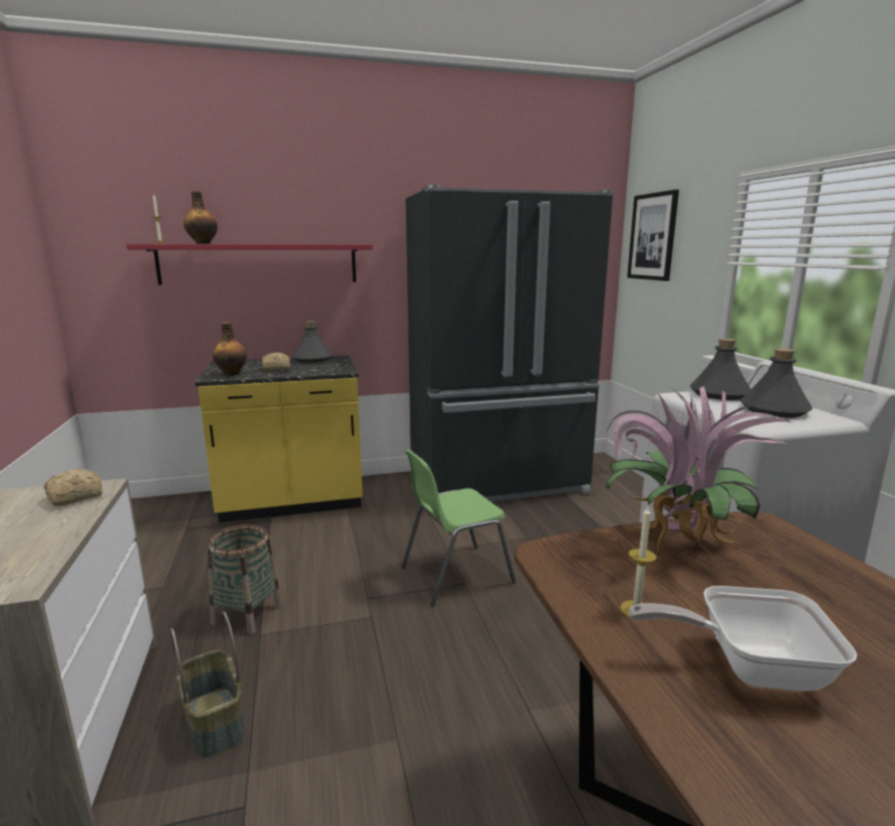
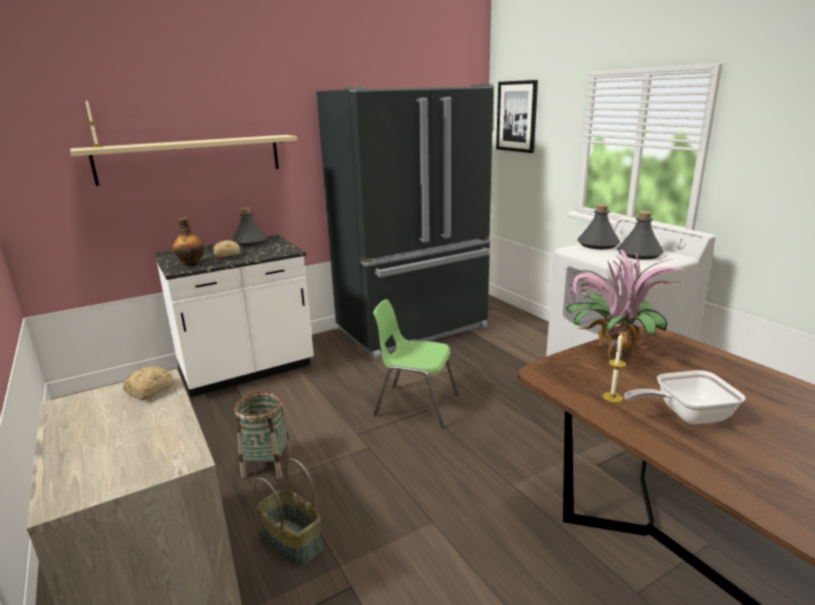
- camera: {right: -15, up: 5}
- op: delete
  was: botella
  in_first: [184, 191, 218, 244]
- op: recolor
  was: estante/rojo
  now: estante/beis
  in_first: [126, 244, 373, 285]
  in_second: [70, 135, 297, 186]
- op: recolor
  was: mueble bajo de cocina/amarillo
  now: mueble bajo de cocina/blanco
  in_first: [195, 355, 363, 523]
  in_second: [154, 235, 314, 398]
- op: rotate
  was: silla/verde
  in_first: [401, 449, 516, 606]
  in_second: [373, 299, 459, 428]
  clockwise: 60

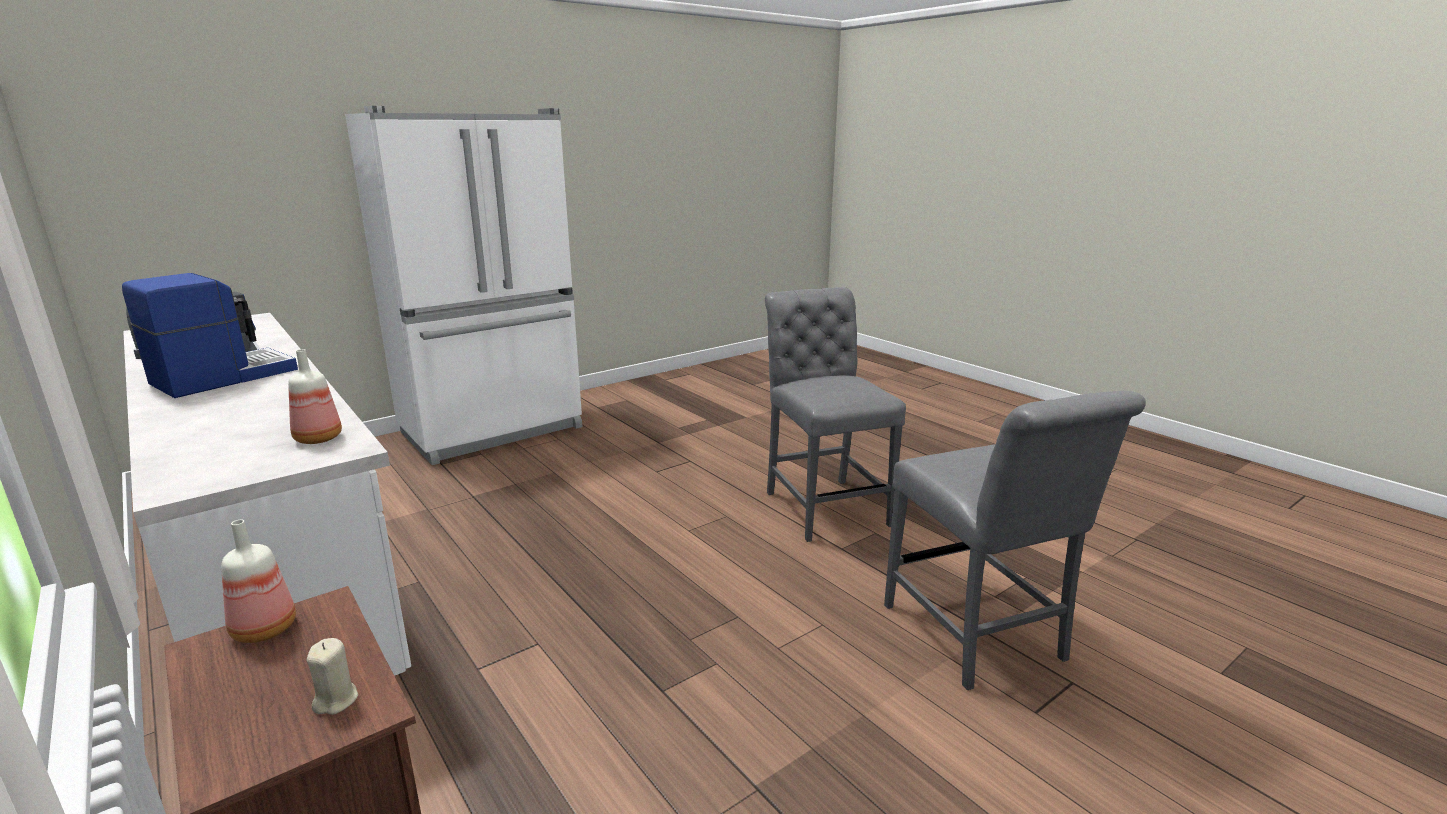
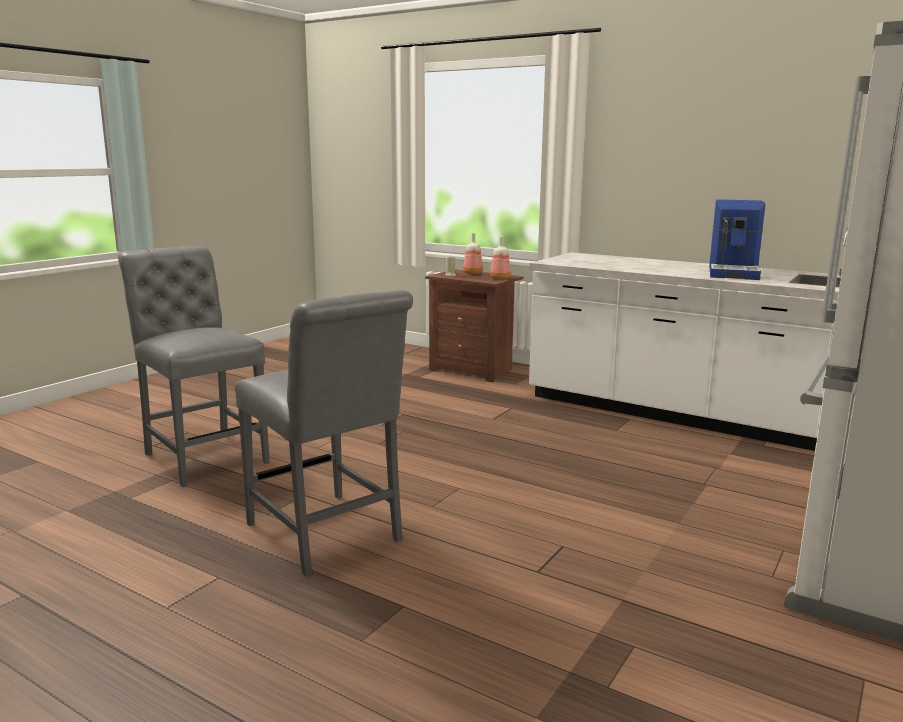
- camera: {right: 160, up: -5}
- op: move
  was: botella
  in_first: [288, 349, 342, 444]
  in_second: [463, 233, 483, 275]

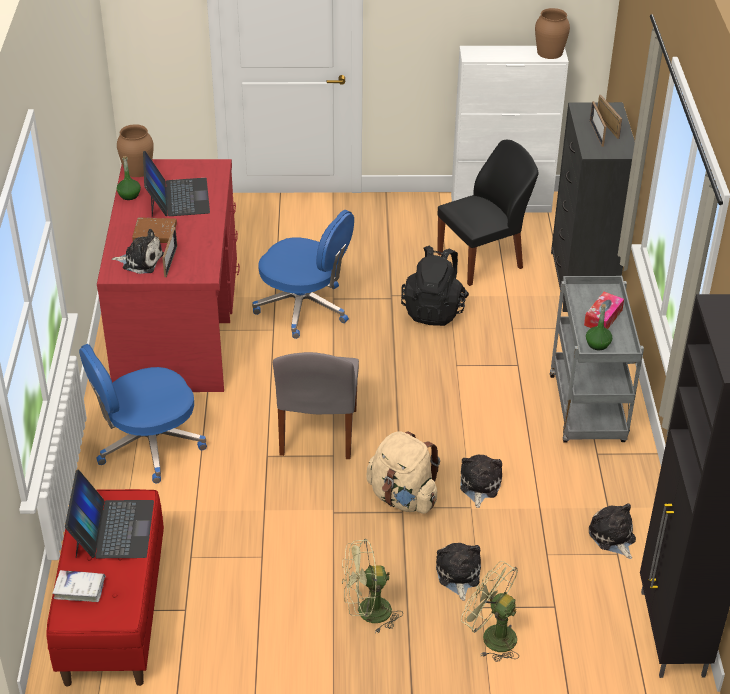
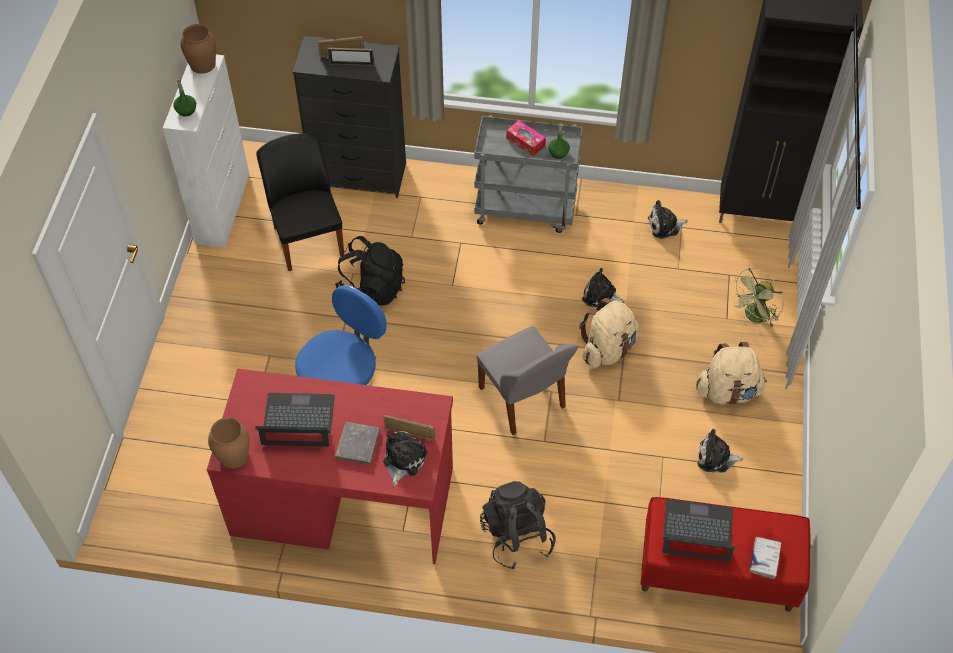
- camera: {right: -80, up: 15}
- op: move
  was: botella/verde
  in_first: [116, 156, 141, 200]
  in_second: [173, 78, 196, 116]
- op: move
  was: peluche
  in_first: [436, 543, 481, 601]
  in_second: [698, 429, 743, 473]
- op: replace
  was: silla de oficina/azul
  now: mochila/negro
  in_first: [79, 344, 207, 483]
  in_second: [480, 481, 556, 569]
- op: replace
  was: ventilador/verde
  now: mochila/beis
  in_first: [342, 539, 403, 634]
  in_second: [696, 342, 767, 405]
- op: recolor
  was: libro/marrón
  now: libro/gris
  in_first: [132, 217, 177, 243]
  in_second: [335, 422, 380, 465]
- op: rotate
  was: silla/gris
  in_first: [273, 352, 359, 459]
  in_second: [477, 326, 578, 435]
  clockwise: 45

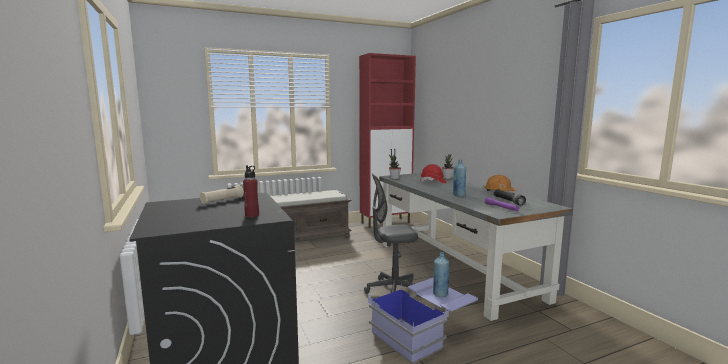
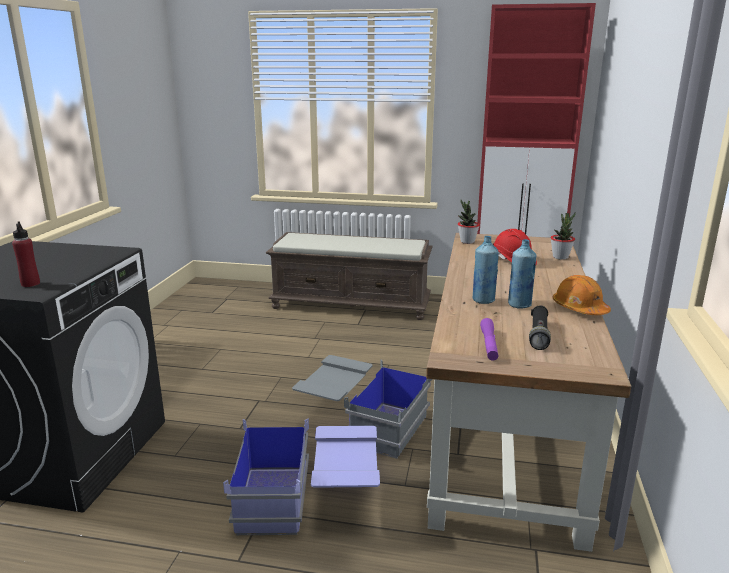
- camera: {right: 35, up: 10}
- op: delete
  was: linterna/beis
  in_first: [200, 184, 244, 204]
- op: move
  was: botella/azul
  in_first: [433, 252, 449, 297]
  in_second: [508, 239, 536, 308]
- op: replace
  was: silla de oficina/gris
  now: caja de almacenaje/gris
  in_first: [364, 174, 420, 297]
  in_second: [292, 355, 432, 459]
- op: recolor
  was: escritorio/gris
  now: escritorio/marrón
  in_first: [379, 173, 573, 321]
  in_second: [426, 233, 631, 552]

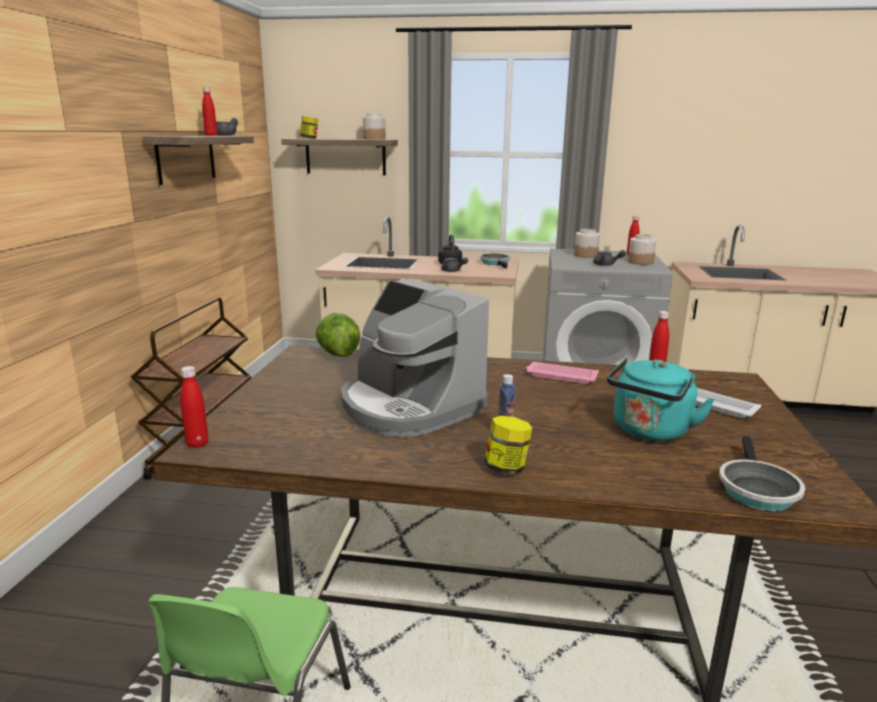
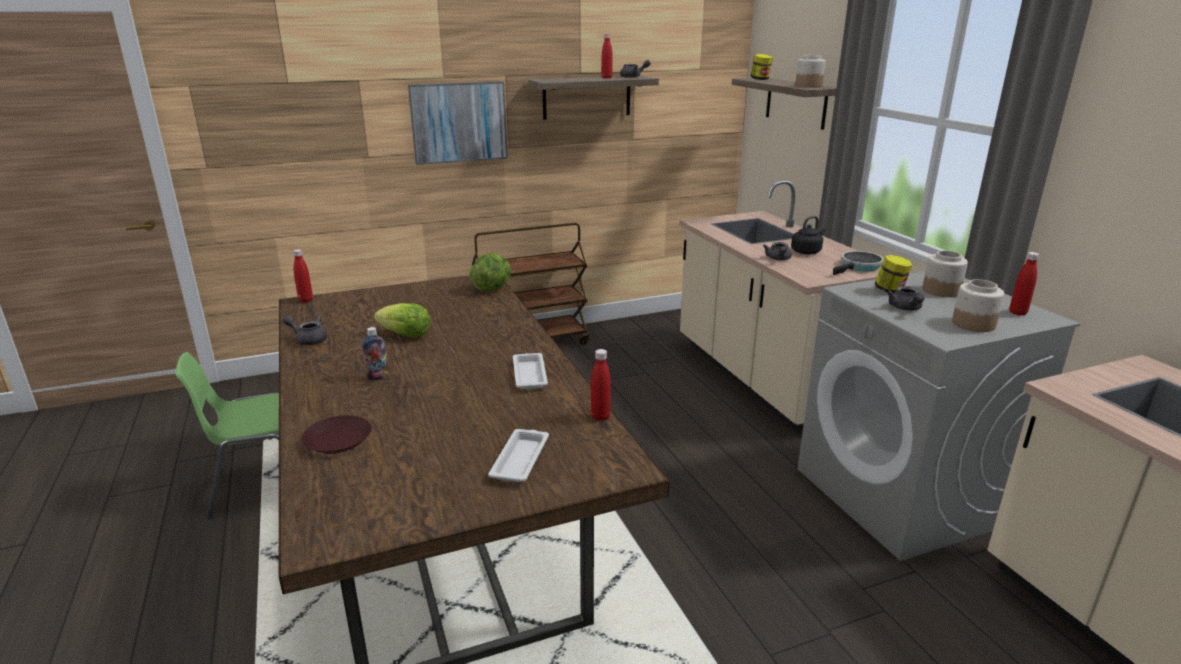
- camera: {right: 60, up: 5}
- op: delete
  was: hervidor/turquesa
  in_first: [607, 358, 715, 441]
- op: delete
  was: sartén
  in_first: [719, 436, 805, 511]
- op: insert
  now: tetera/gris
  in_second: [283, 315, 327, 345]
- op: insert
  now: plato/marrón
  in_second: [301, 415, 372, 454]
- op: insert
  now: cuadro
  in_second: [408, 81, 508, 165]
- op: move
  was: tarro
  in_first: [484, 416, 532, 475]
  in_second: [875, 255, 913, 293]
- op: replace
  was: cafetera
  now: lechuga
  in_first: [341, 279, 489, 437]
  in_second: [374, 303, 431, 338]
- op: recolor
  was: bandeja/rosa
  now: bandeja/blanco
  in_first: [526, 362, 599, 384]
  in_second: [513, 353, 548, 389]

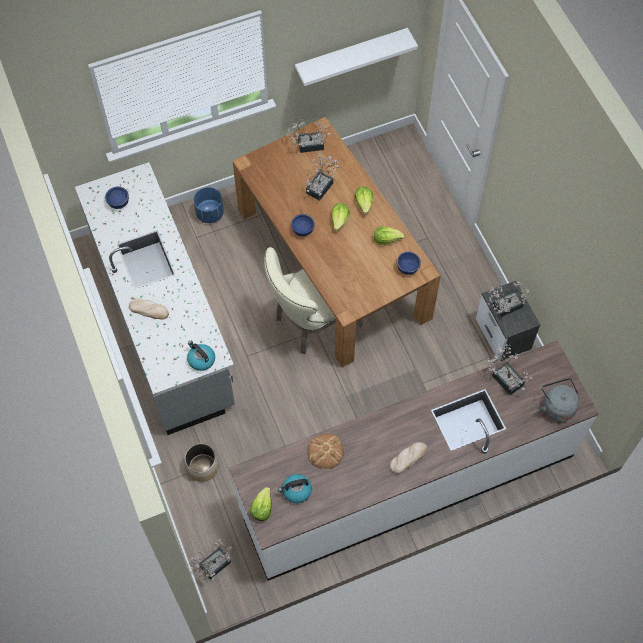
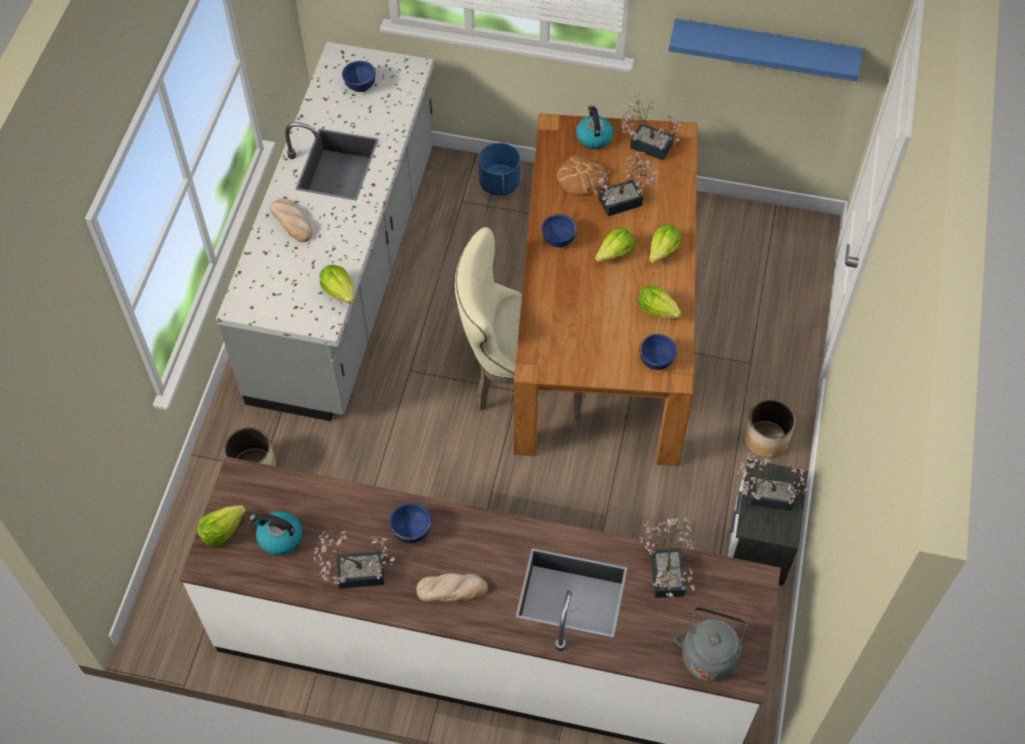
- camera: {right: 35, up: -5}
- op: insert
  now: lechuga
  in_second: [319, 265, 354, 304]
- op: insert
  now: cuenco/azul
  in_second: [389, 503, 431, 543]
- op: insert
  now: maceta
  in_second: [744, 400, 795, 458]
- op: move
  was: hervidor
  in_first: [187, 341, 215, 371]
  in_second: [576, 105, 613, 149]
- op: move
  was: planta en maceta
  in_first: [189, 539, 232, 581]
  in_second: [314, 531, 395, 589]
- op: move
  was: pan
  in_first: [307, 434, 344, 469]
  in_second: [557, 155, 606, 196]
- op: recolor
  was: estante/blanco
  now: estante/azul
  in_first: [295, 28, 418, 86]
  in_second: [668, 19, 862, 81]

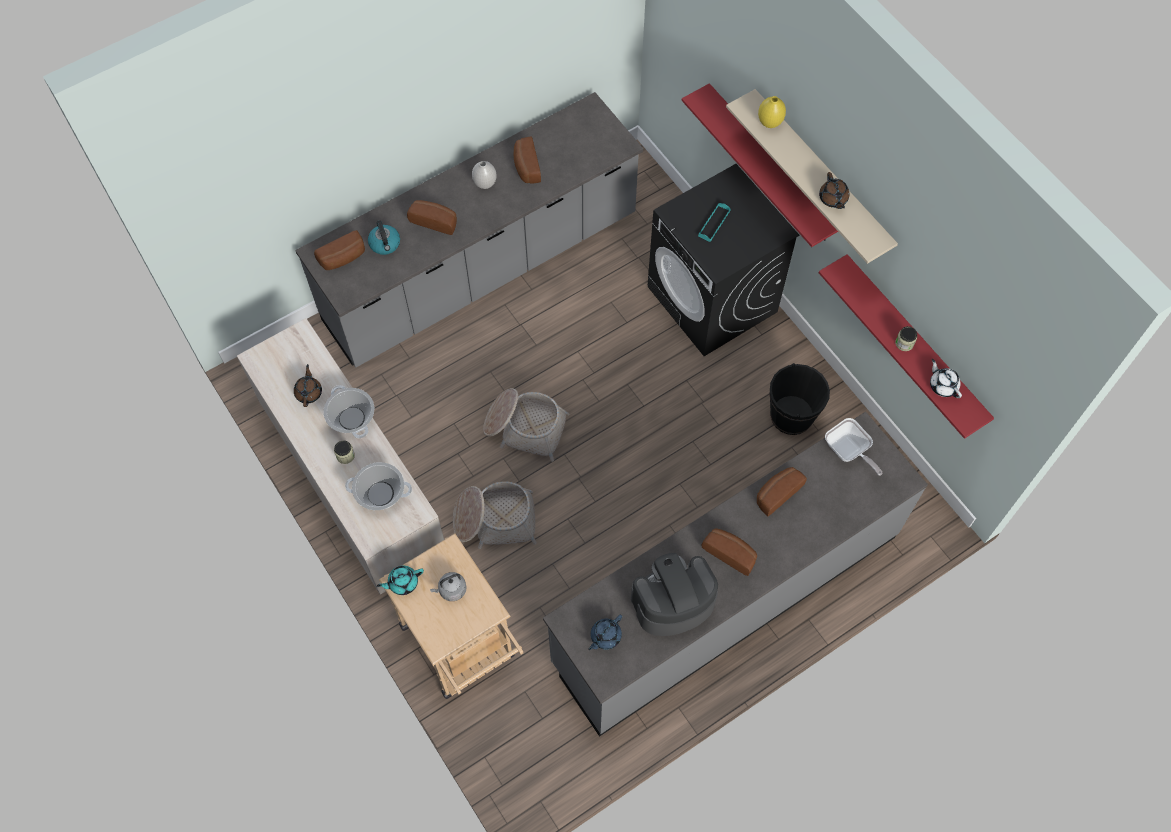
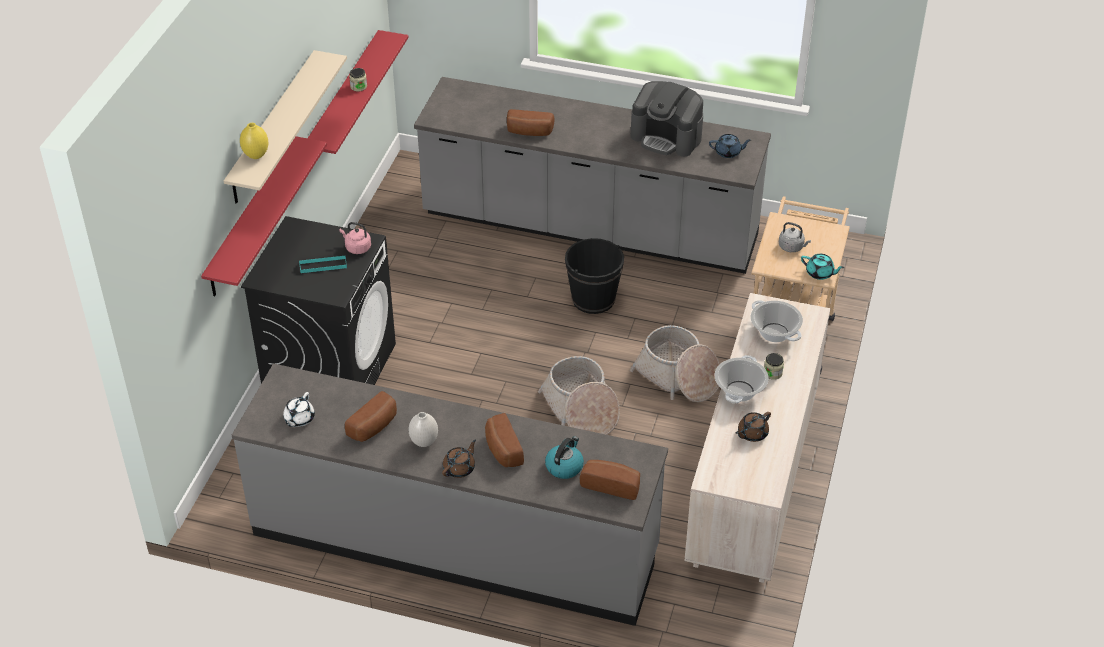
- camera: {right: -130, up: -20}
- op: delete
  was: pan
  in_first: [702, 528, 757, 576]
- op: delete
  was: sartén
  in_first: [825, 418, 882, 476]
- op: insert
  now: hervidor/rosa
  in_second: [339, 222, 371, 254]
- op: move
  was: cubo/negro
  in_first: [769, 363, 830, 435]
  in_second: [565, 238, 624, 314]
- op: move
  was: tetera/marrón
  in_first: [819, 172, 849, 209]
  in_second: [442, 439, 476, 478]
- op: move
  was: tetera/blanco
  in_first: [930, 359, 962, 398]
  in_second: [283, 392, 315, 427]

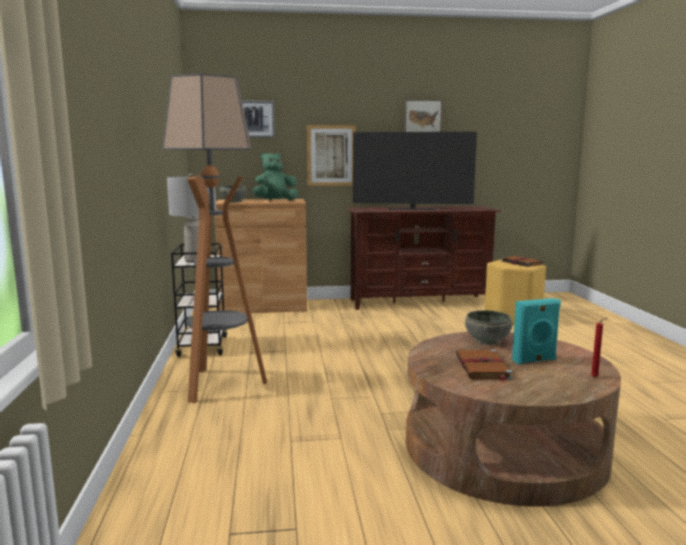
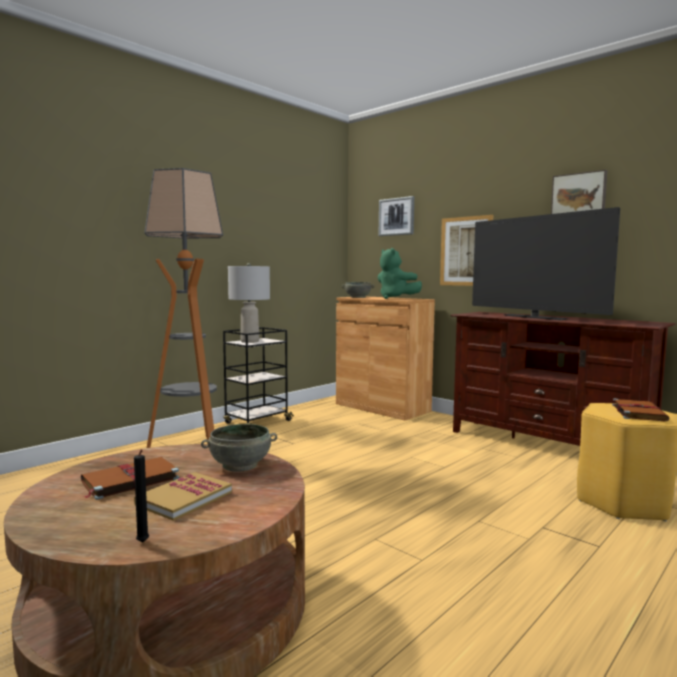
- camera: {right: 50, up: -5}
- op: replace
  was: altavoz/turquesa
  now: libro
  in_first: [512, 298, 561, 364]
  in_second: [134, 472, 232, 521]
- op: recolor
  was: vela/rojo
  now: vela/negro
  in_first: [591, 318, 607, 378]
  in_second: [134, 449, 149, 542]
- op: rotate
  was: peluche/verde
  in_first: [252, 152, 298, 200]
  in_second: [378, 248, 422, 299]
  clockwise: -150

